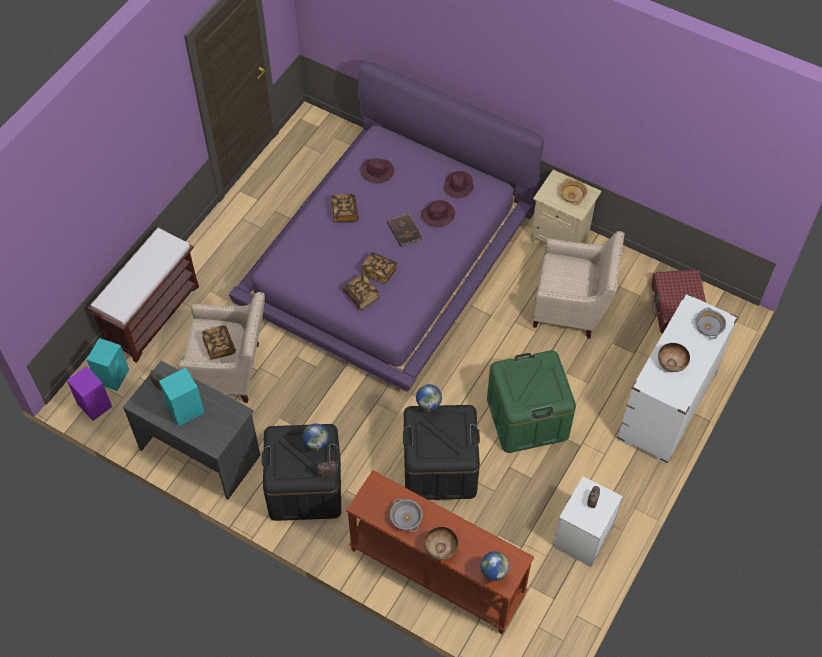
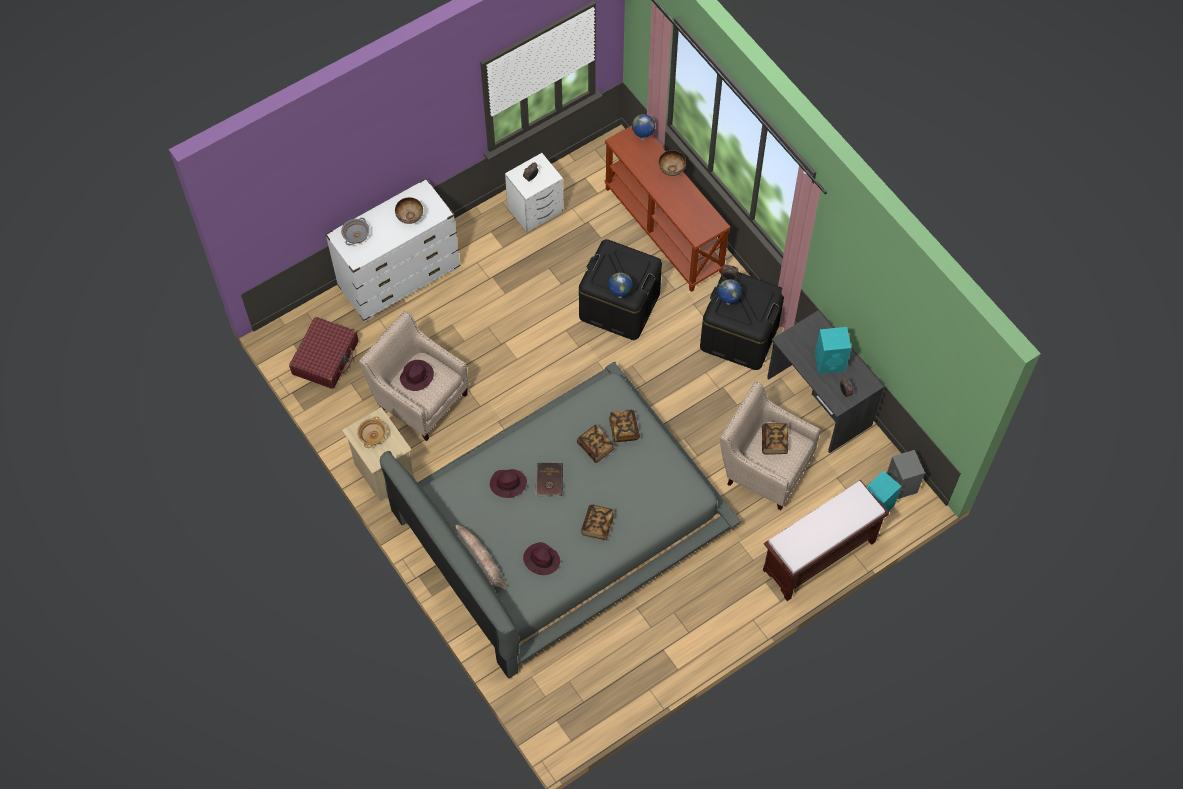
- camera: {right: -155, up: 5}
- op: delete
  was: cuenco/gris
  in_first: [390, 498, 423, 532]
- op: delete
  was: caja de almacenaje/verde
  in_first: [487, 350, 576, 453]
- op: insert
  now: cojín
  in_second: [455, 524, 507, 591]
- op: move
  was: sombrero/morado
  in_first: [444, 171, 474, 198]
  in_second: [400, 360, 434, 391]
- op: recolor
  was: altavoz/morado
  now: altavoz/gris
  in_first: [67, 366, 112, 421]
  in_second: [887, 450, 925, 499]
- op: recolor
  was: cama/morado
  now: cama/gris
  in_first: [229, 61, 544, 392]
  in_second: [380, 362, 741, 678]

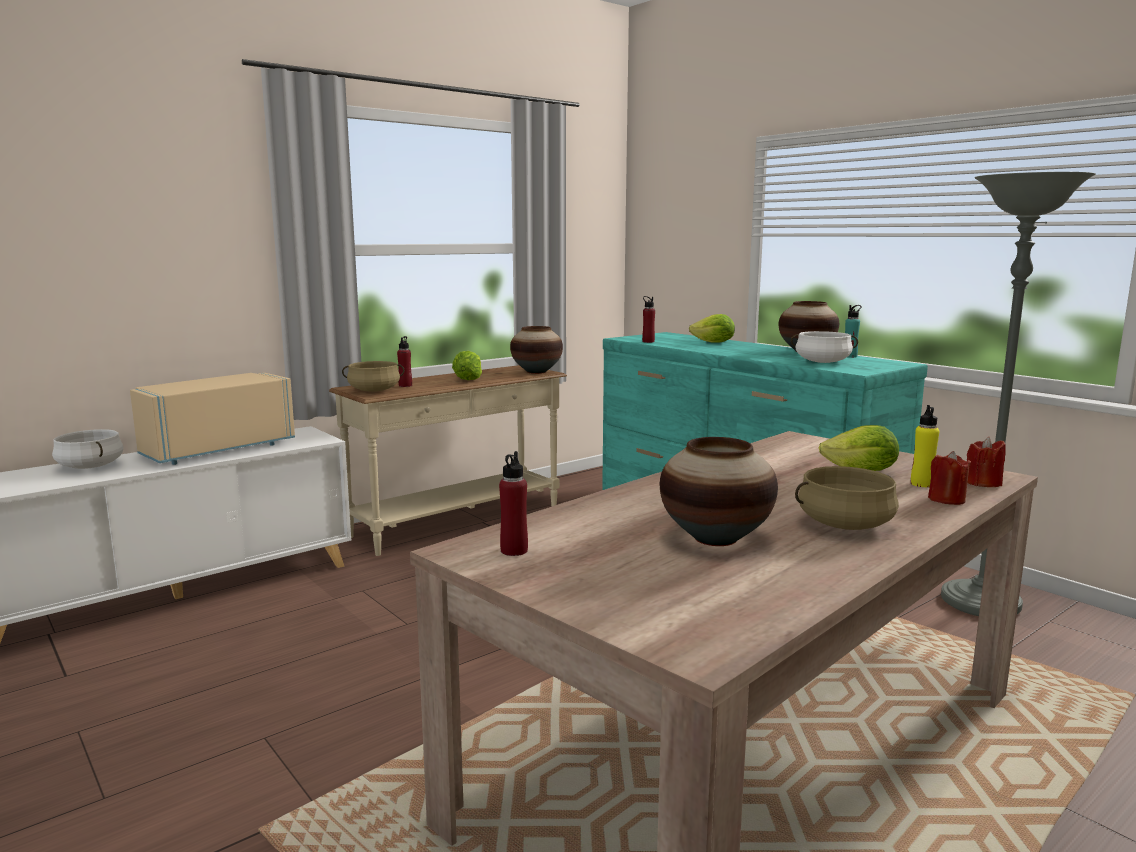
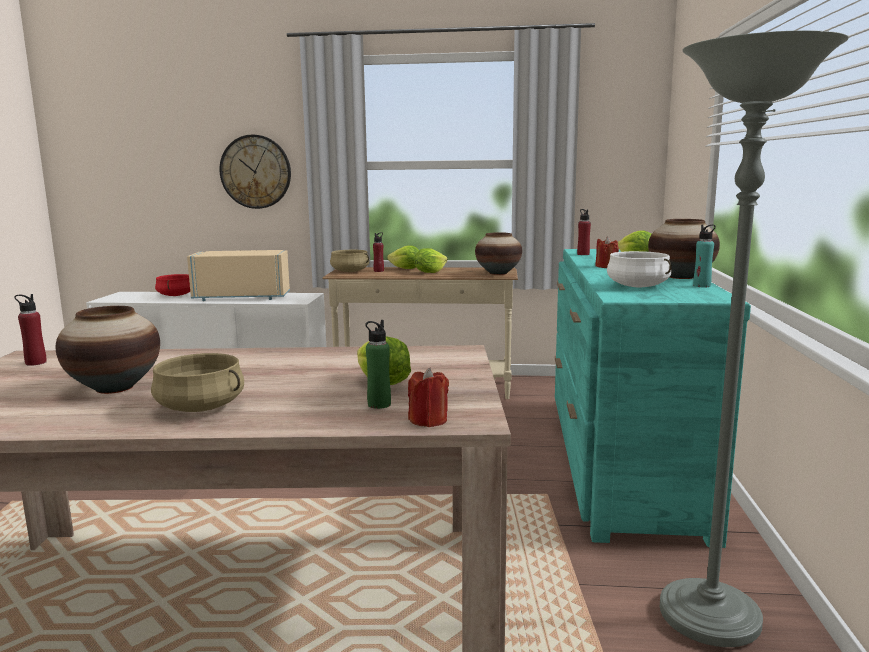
- camera: {right: 45, up: 0}
- op: insert
  now: reloj de pared
  in_second: [219, 135, 291, 209]
- op: insert
  now: lechuga
  in_second: [387, 246, 419, 269]
- op: move
  was: vela/rojo
  in_first: [928, 451, 971, 505]
  in_second: [595, 236, 619, 268]
- op: recolor
  was: olla/blanco
  now: olla/rojo
  in_first: [52, 429, 123, 469]
  in_second: [155, 274, 190, 296]
- op: recolor
  was: botella/amarillo
  now: botella/verde
  in_first: [911, 405, 939, 487]
  in_second: [365, 320, 391, 409]

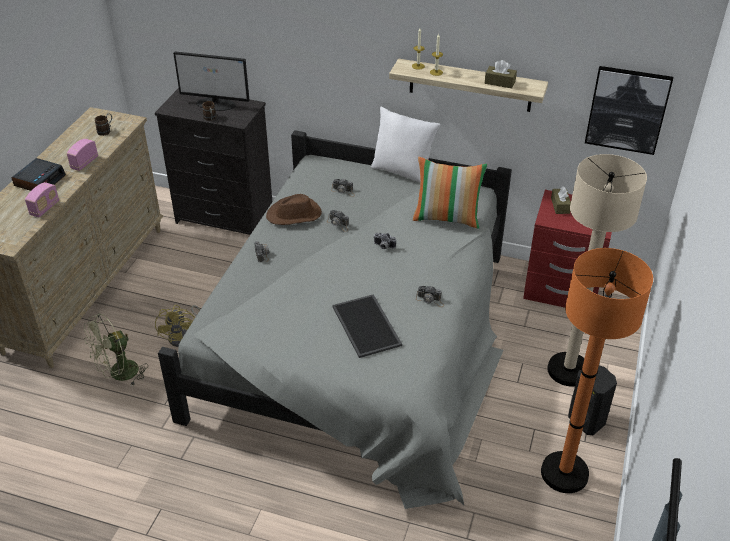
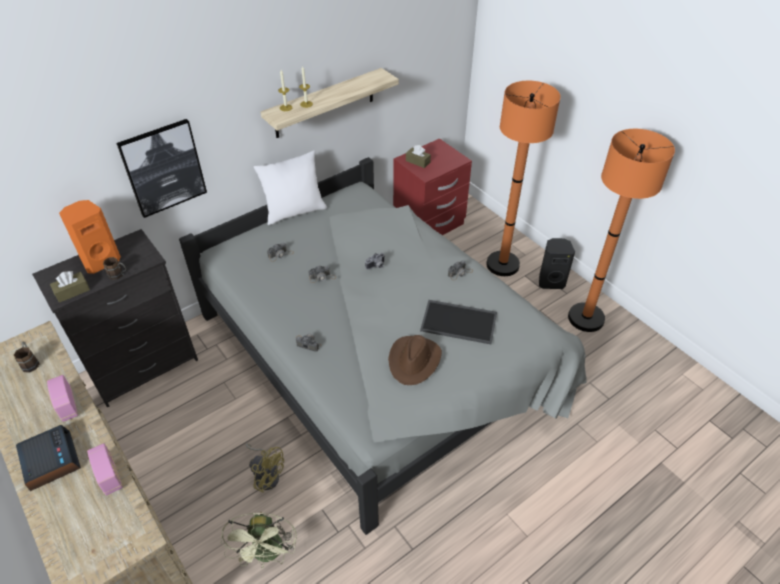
- camera: {right: -55, up: 5}
- op: delete
  was: cojín
  in_first: [413, 157, 488, 229]
- op: move
  was: sombrero/marrón
  in_first: [266, 194, 322, 225]
  in_second: [388, 335, 442, 385]
- op: move
  was: caja de pañuelos/marrón
  in_first: [485, 60, 517, 88]
  in_second: [50, 271, 90, 303]
- op: move
  was: cuadro
  in_first: [585, 66, 673, 155]
  in_second: [116, 119, 207, 218]
- op: replace
  was: monitor
  now: altavoz/naranja
  in_first: [173, 51, 249, 111]
  in_second: [59, 200, 121, 274]
- op: recolor
  was: lámpara de pie/beis
  now: lámpara de pie/naranja
  in_first: [547, 154, 647, 387]
  in_second: [486, 81, 561, 276]

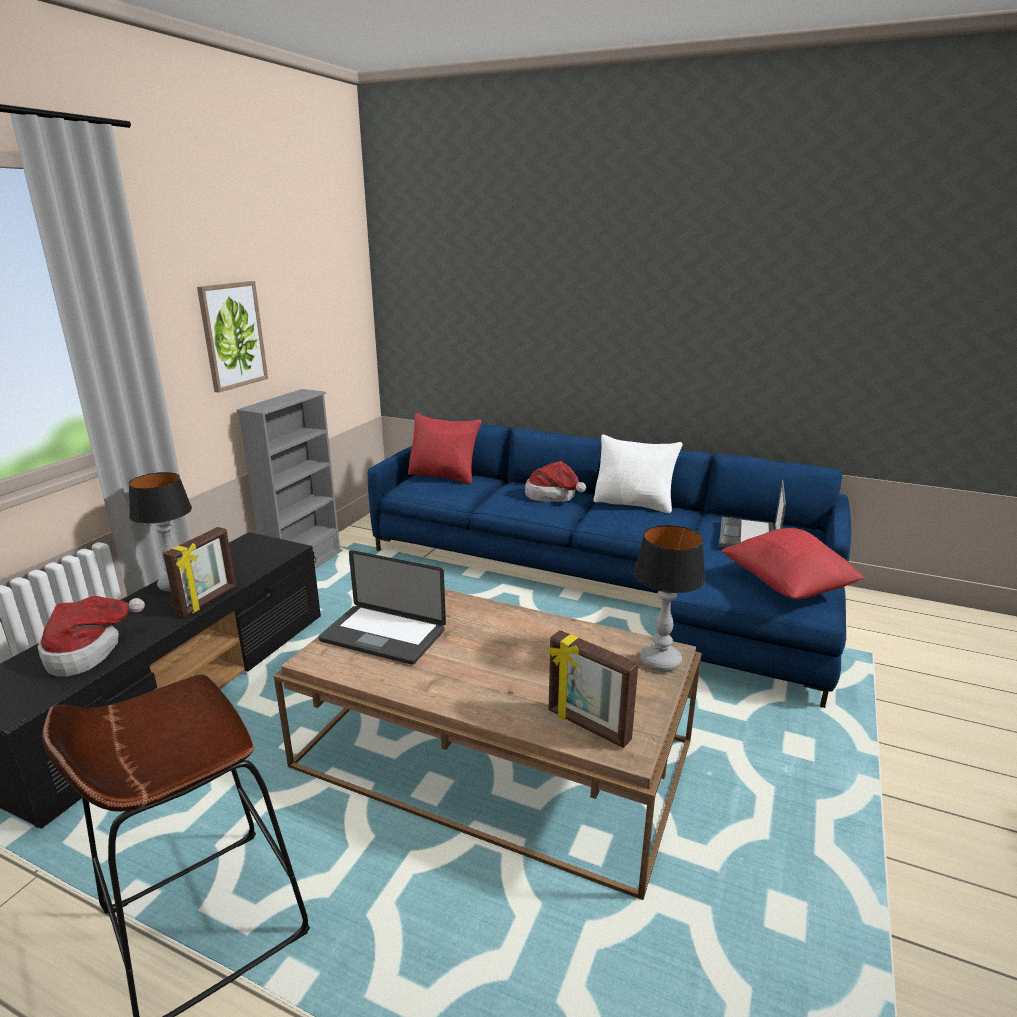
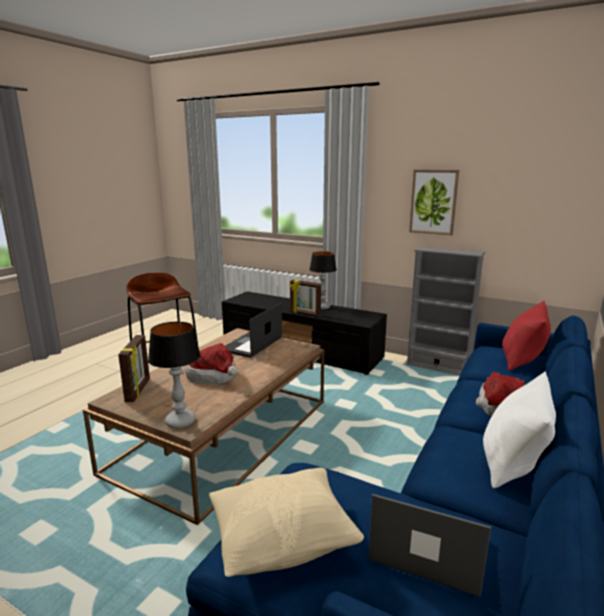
- camera: {right: 95, up: -5}
- op: move
  was: sombrero
  in_first: [38, 596, 145, 677]
  in_second: [185, 343, 238, 384]
- op: recolor
  was: cojín/rojo
  now: cojín/beis
  in_first: [721, 528, 864, 599]
  in_second: [209, 468, 364, 577]
- op: rotate
  was: portarretratos
  in_first: [548, 630, 639, 748]
  in_second: [118, 335, 150, 402]
  clockwise: 135

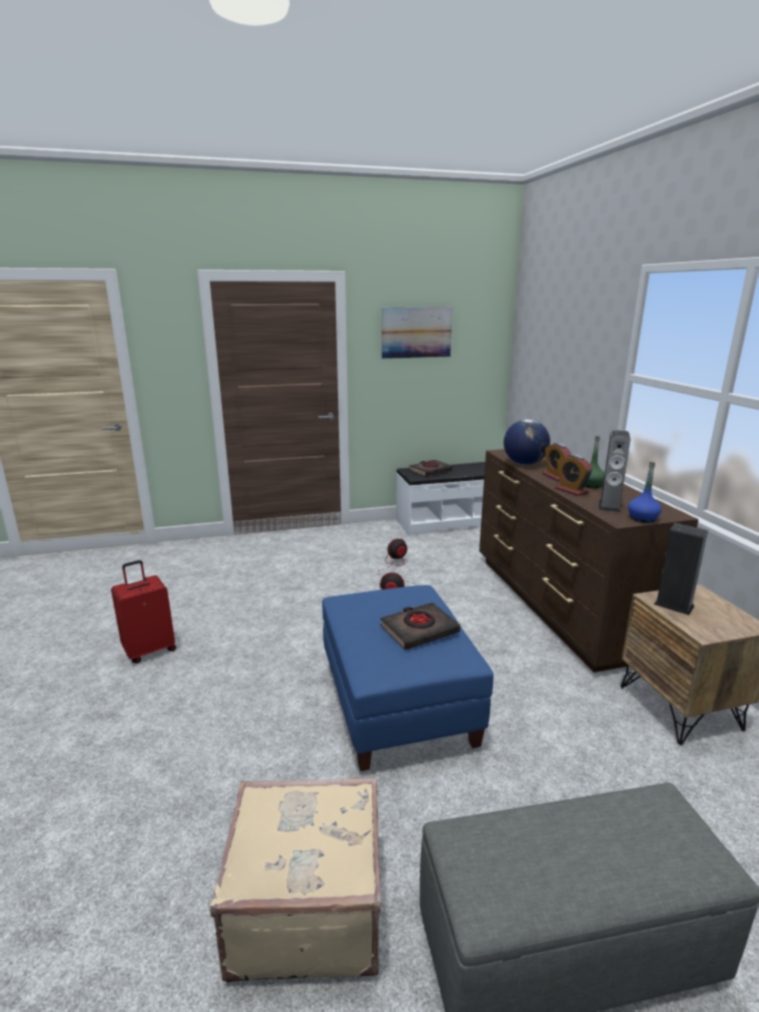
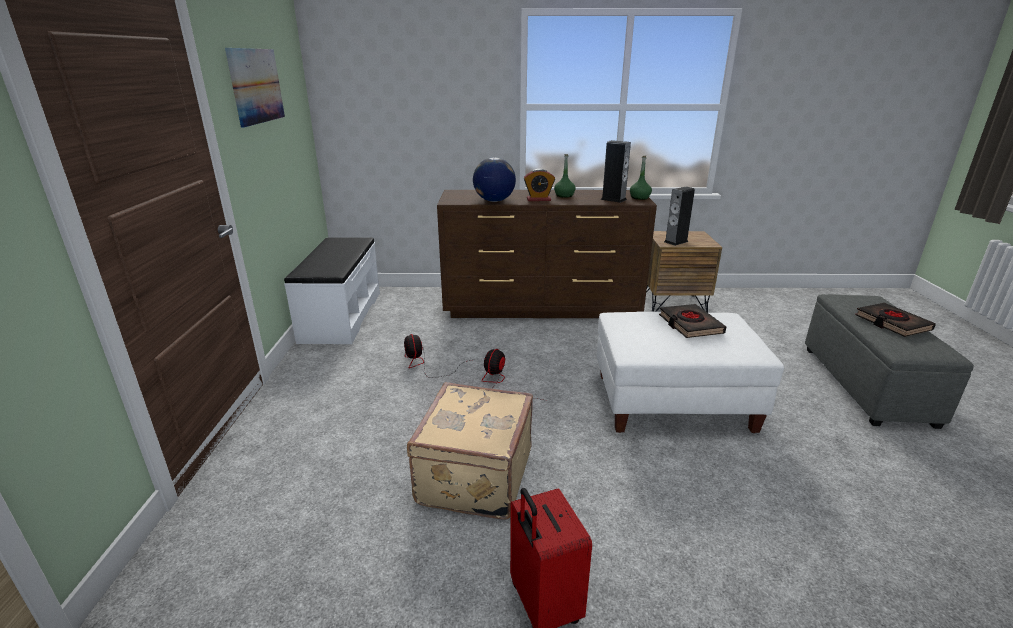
- camera: {right: -75, up: 5}
- op: delete
  was: despertador
  in_first: [555, 454, 593, 496]
- op: move
  was: maleta/beis
  in_first: [210, 777, 382, 982]
  in_second: [407, 382, 533, 520]
- op: move
  was: libro/negro
  in_first: [409, 460, 452, 476]
  in_second: [855, 303, 936, 337]
- op: recolor
  was: puf/azul
  now: puf/blanco
  in_first: [322, 585, 494, 771]
  in_second: [597, 312, 784, 433]
- op: recolor
  was: botella/azul
  now: botella/verde
  in_first: [628, 462, 662, 523]
  in_second: [630, 156, 652, 200]

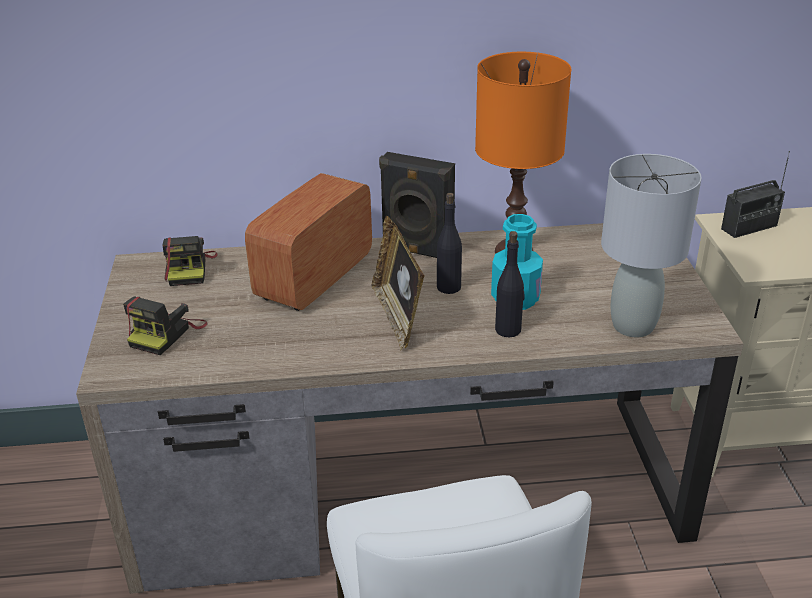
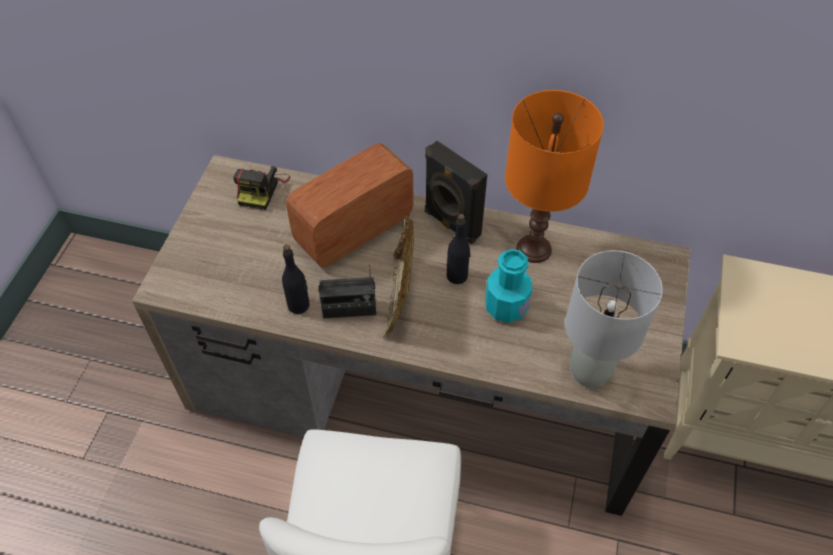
- camera: {right: 20, up: 20}
- op: delete
  was: cámara
  in_first: [123, 297, 207, 355]
- op: move
  was: botella/negro
  in_first: [495, 231, 524, 337]
  in_second: [282, 244, 310, 314]
- op: move
  was: radio
  in_first: [721, 151, 790, 238]
  in_second: [319, 265, 376, 318]

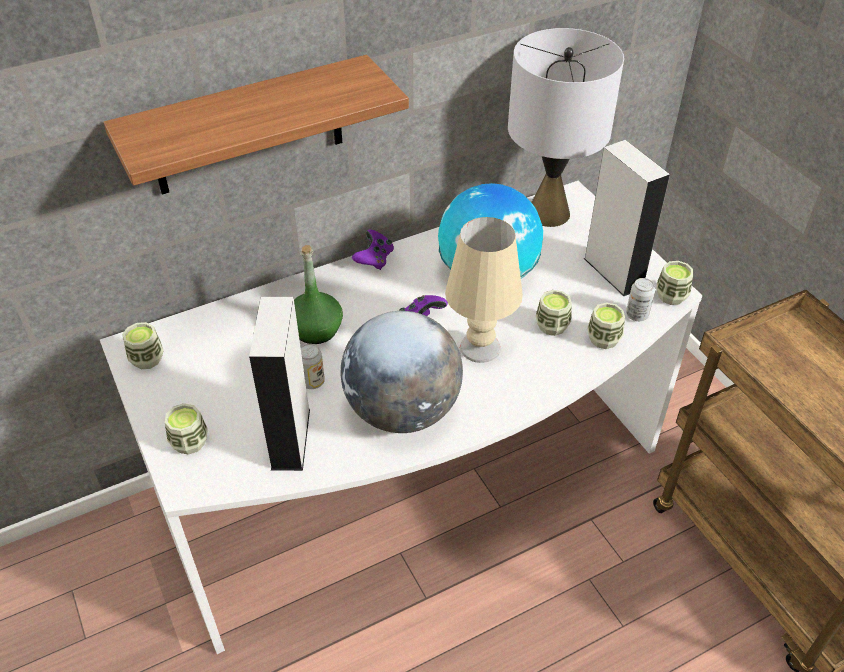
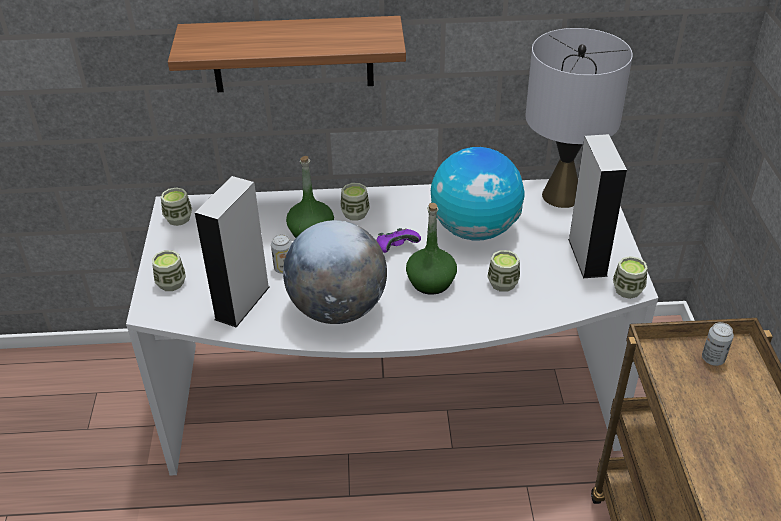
- camera: {right: 25, up: -5}
- op: delete
  was: mando de consola/morado
  in_first: [352, 230, 394, 270]
- op: move
  was: taza
  in_first: [587, 302, 625, 349]
  in_second: [340, 183, 370, 221]
- op: move
  was: lata
  in_first: [626, 278, 655, 321]
  in_second: [702, 322, 734, 366]
- op: replace
  was: lámpara de mesa/beis
  now: botella/verde
  in_first: [445, 217, 523, 363]
  in_second: [406, 203, 457, 295]

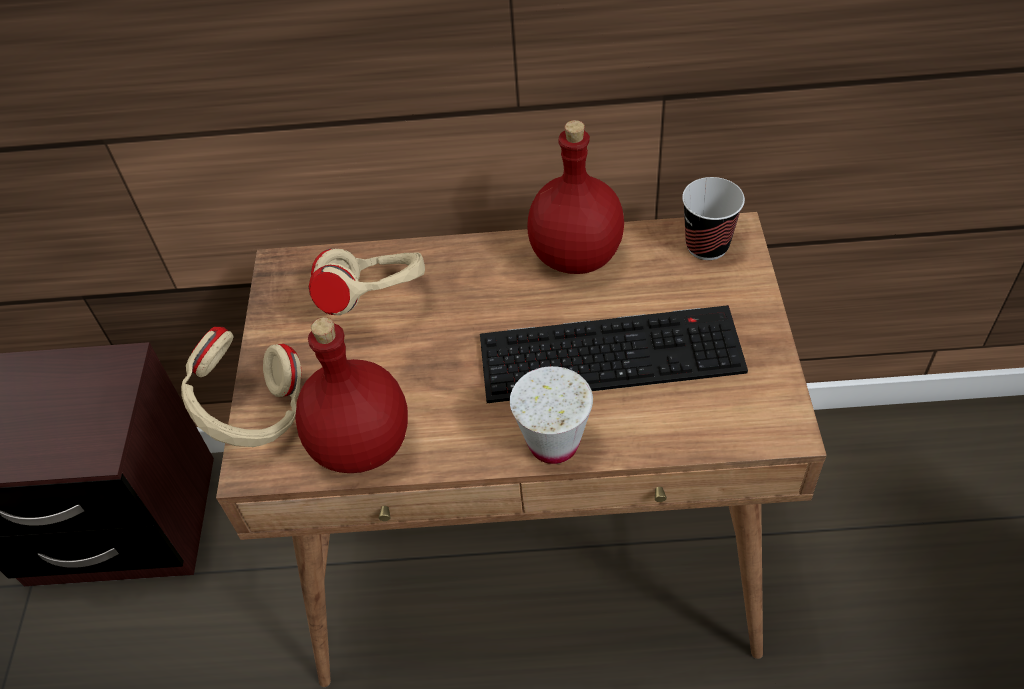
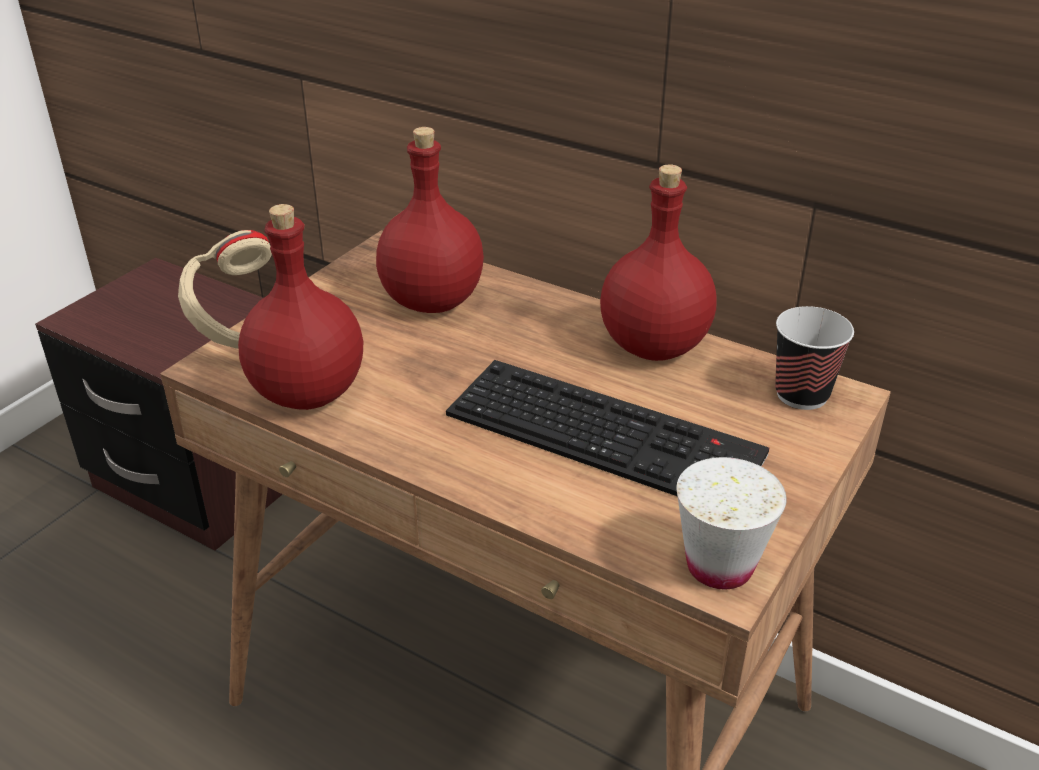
- camera: {right: 30, up: -15}
- op: move
  was: taza/blanco
  in_first: [510, 366, 593, 464]
  in_second: [676, 457, 787, 589]
- op: replace
  was: auriculares/beis
  now: botella/rojo
  in_first: [309, 248, 425, 315]
  in_second: [376, 127, 484, 313]

